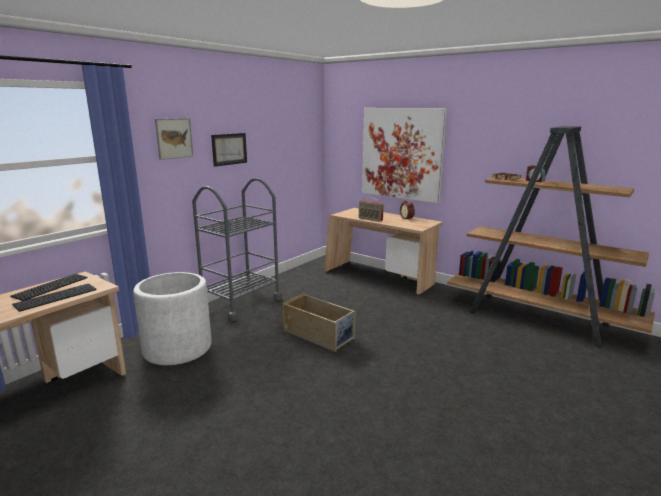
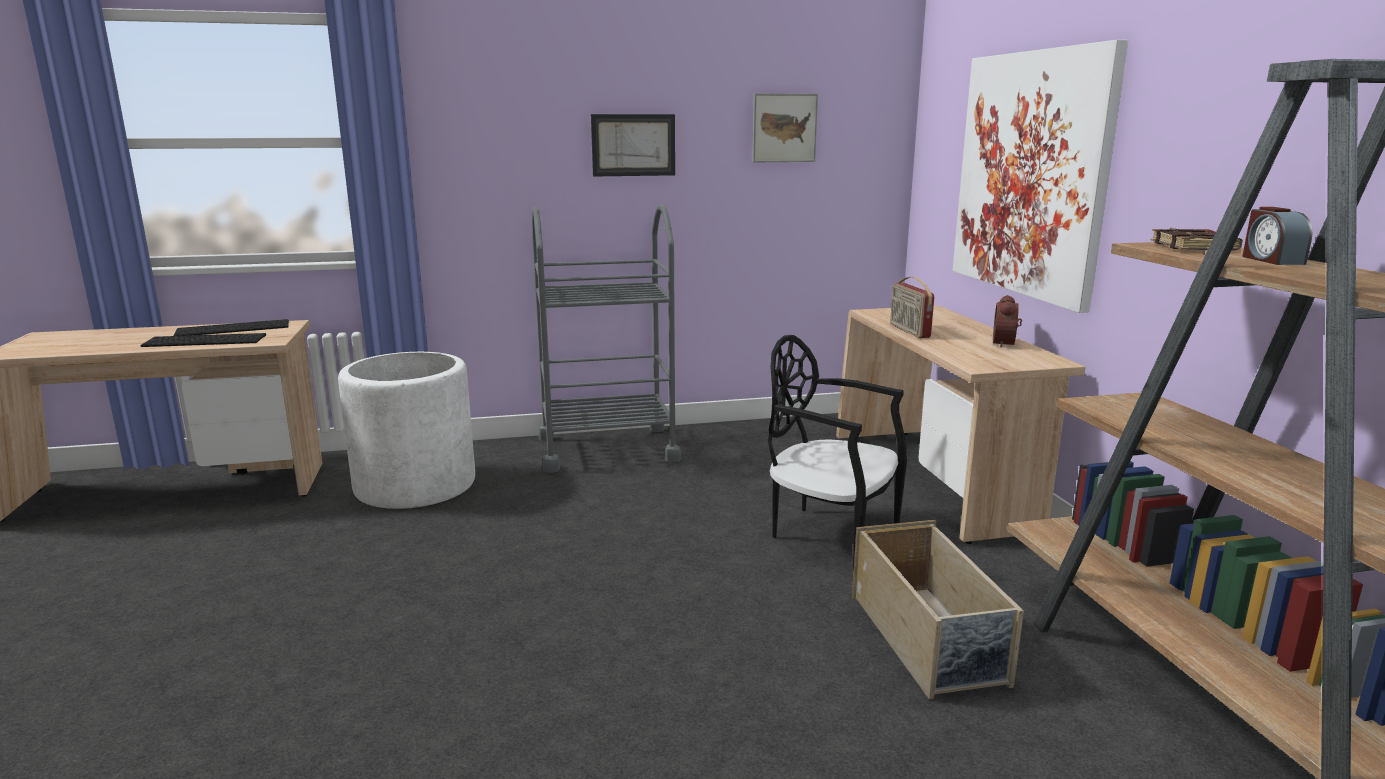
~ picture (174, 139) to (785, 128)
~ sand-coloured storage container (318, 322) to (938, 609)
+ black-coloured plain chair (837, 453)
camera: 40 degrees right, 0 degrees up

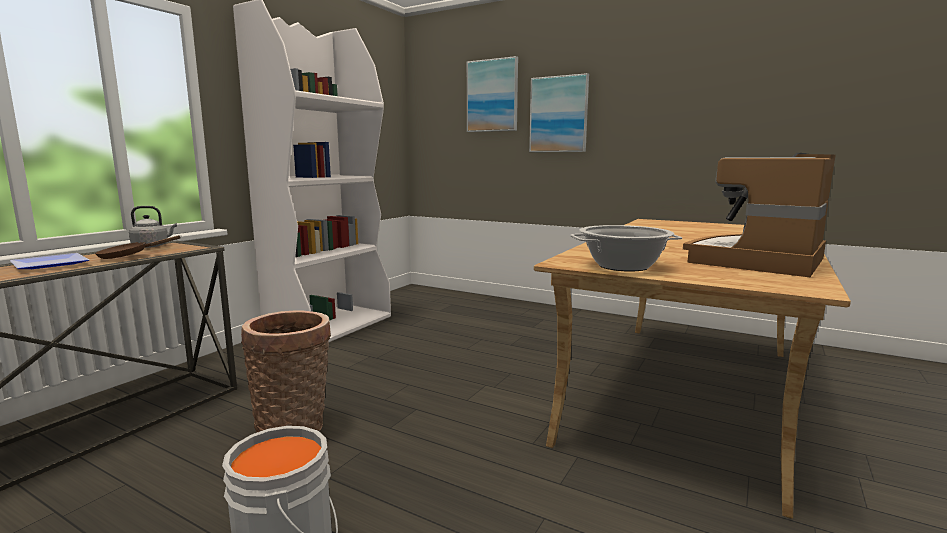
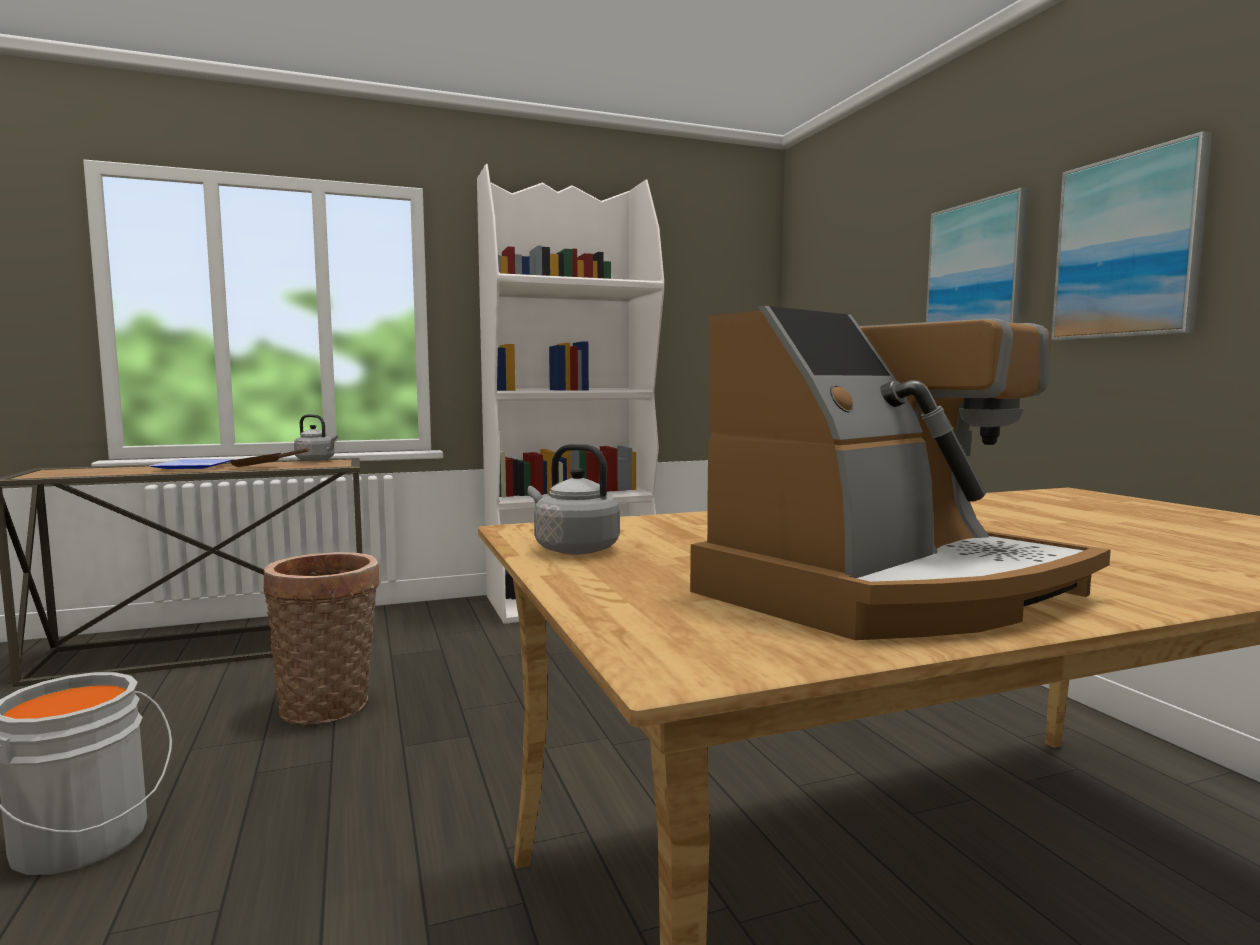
~ picture (492, 94) to (1131, 235)
~ coffee brewer (759, 215) = (900, 473) 150 degrees clockwise
~ stockpot (626, 248) to grey tea kettle (573, 499)
camera: 40 degrees right, 5 degrees down

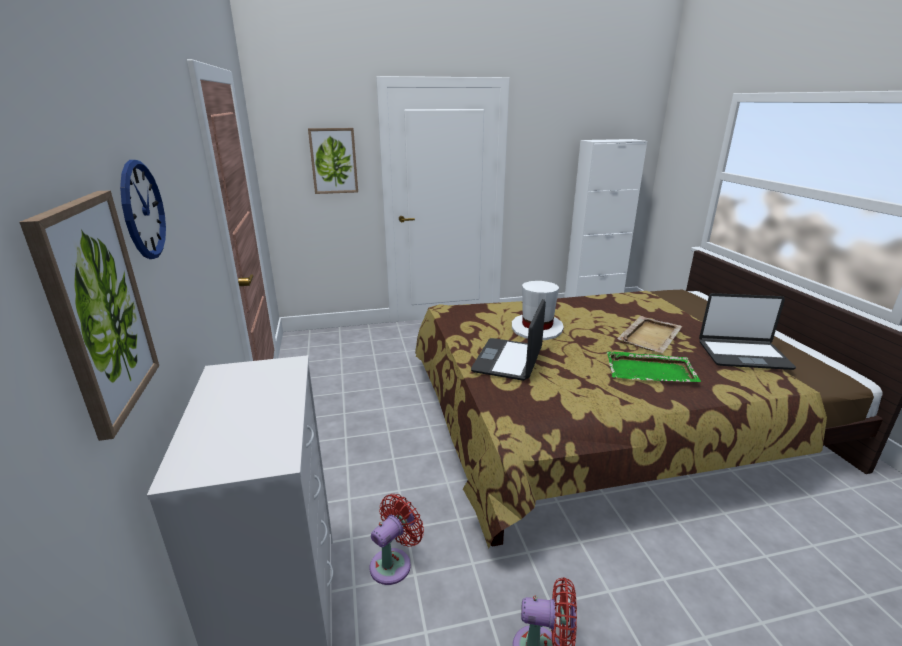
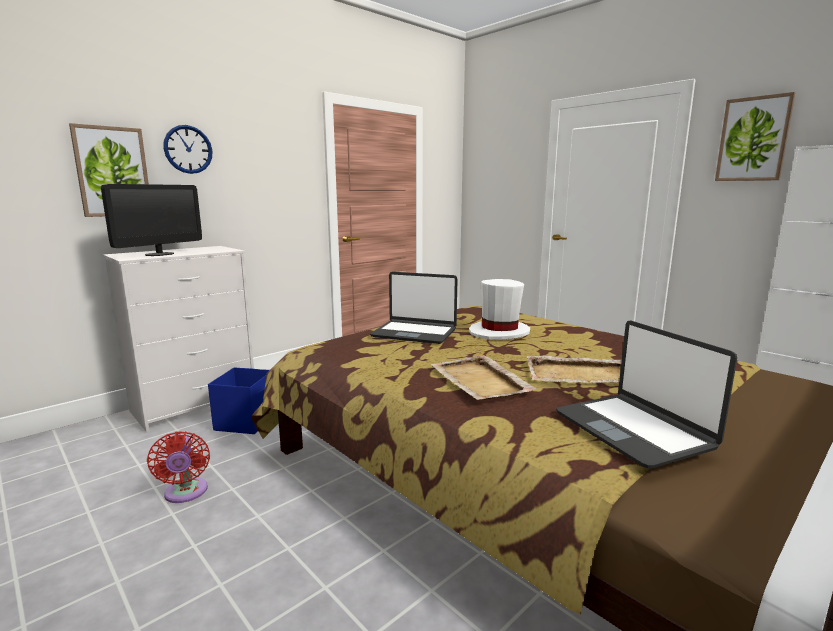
~ picture (333, 161) to (755, 136)
~ laptop (508, 340) = (414, 308) 150 degrees counterclockwise
~ green carrying tray (654, 367) to sand-coloured carrying tray (484, 377)
~ reddish cooling fan (397, 539) to bluish storage container (238, 400)
+ computer display (151, 220)
camera: 60 degrees right, 10 degrees down

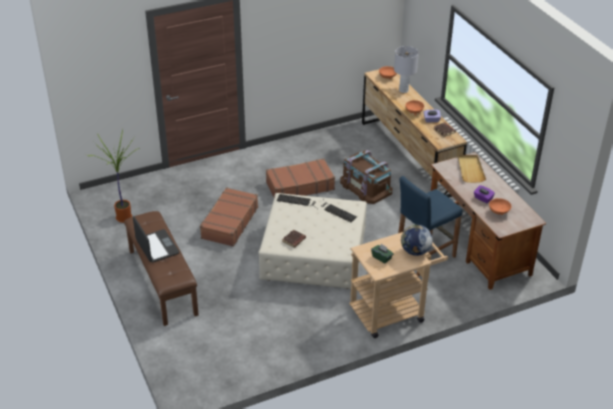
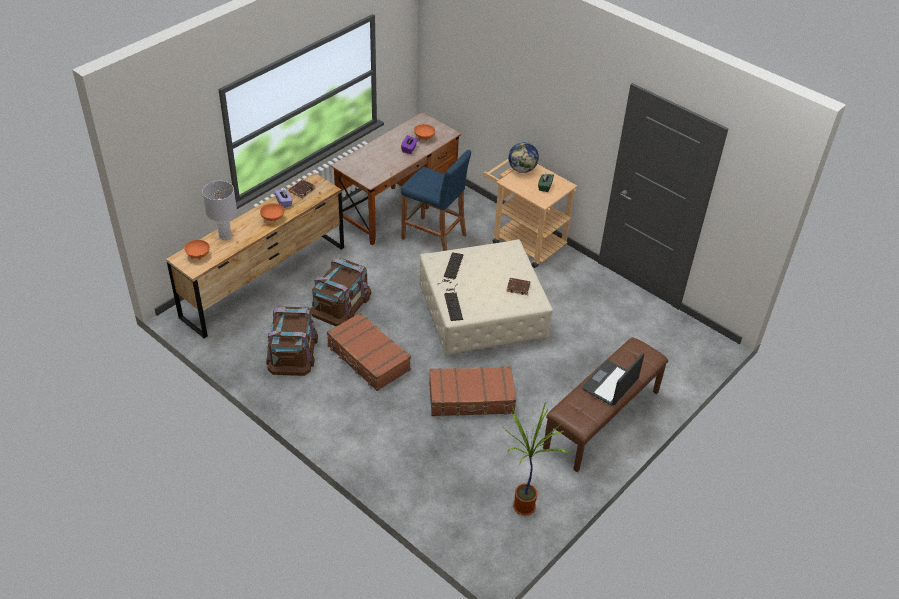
- sand-coloured carrying tray (472, 169)
+ brown storage container (292, 341)
camera: 115 degrees left, 5 degrees up

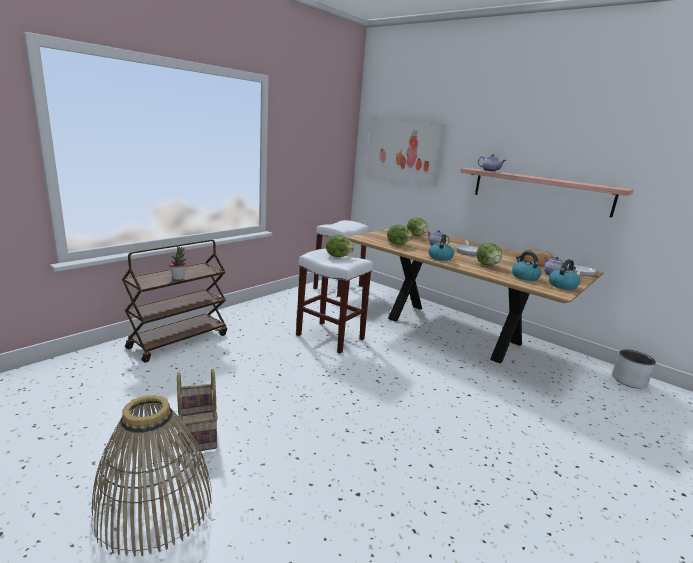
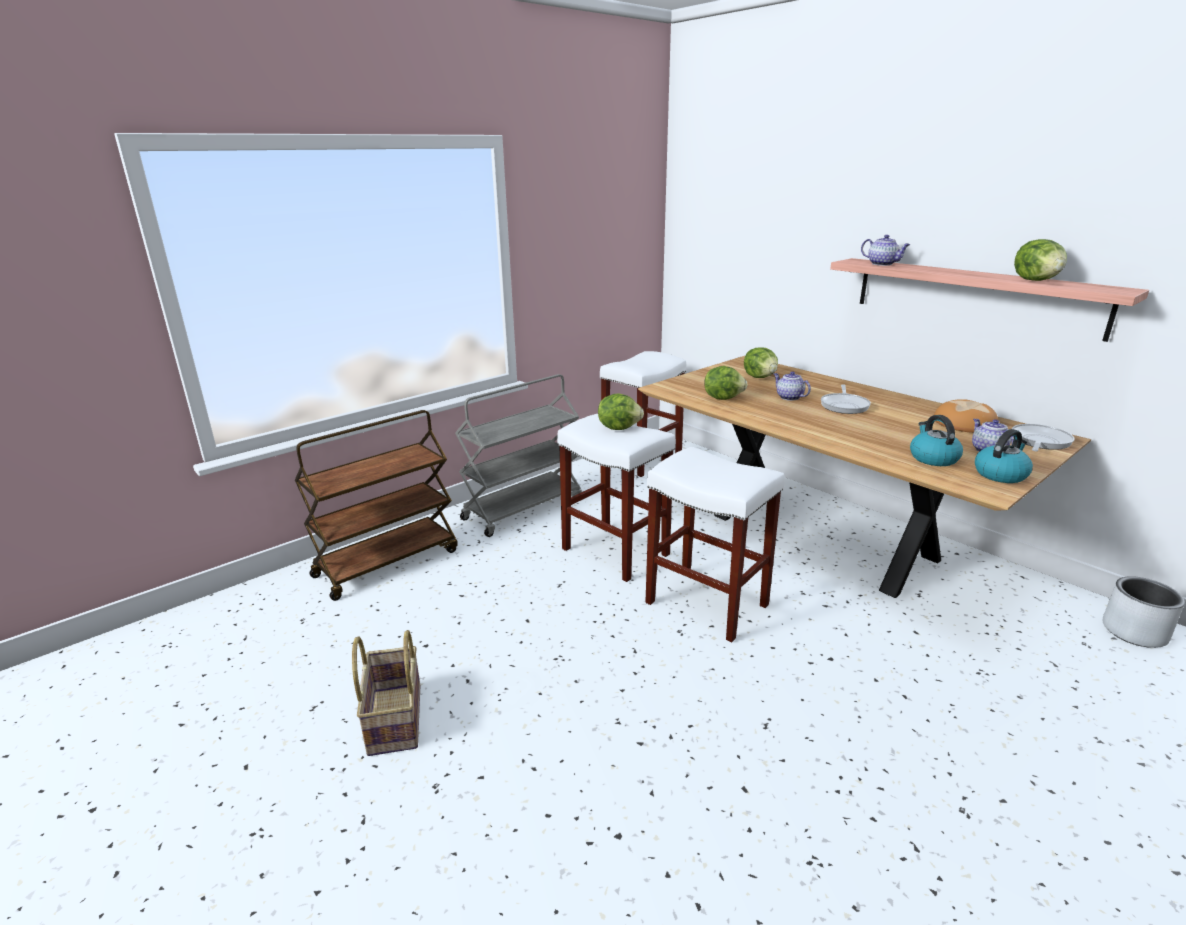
- picture (406, 153)
- tea kettle (441, 247)
~ lettuce (489, 254) to (1040, 260)
- houseplant (178, 263)
- basket (151, 476)
+ grey cart (518, 455)
+ white-coloured stool seat (715, 544)
camera: 10 degrees right, 5 degrees up

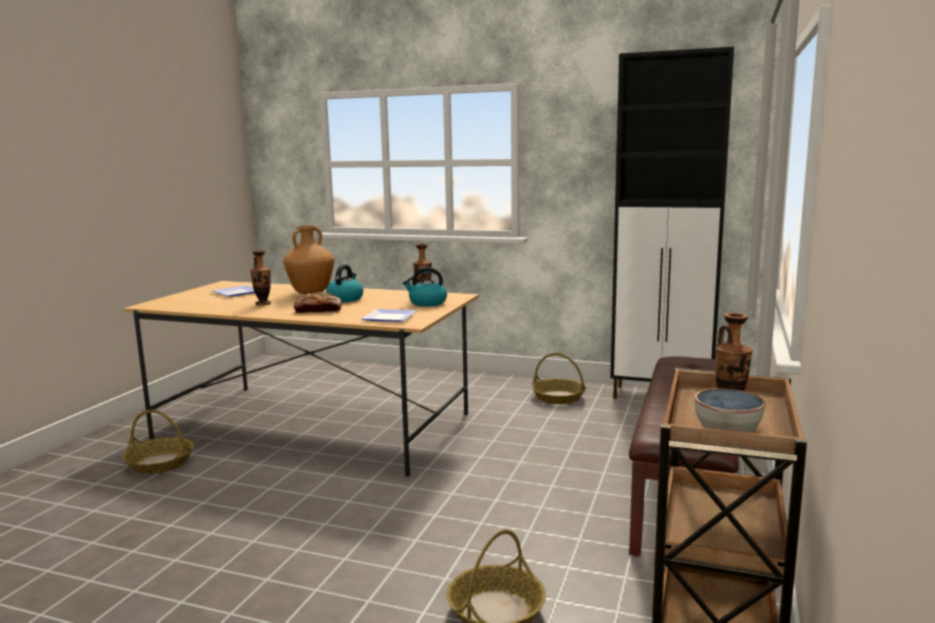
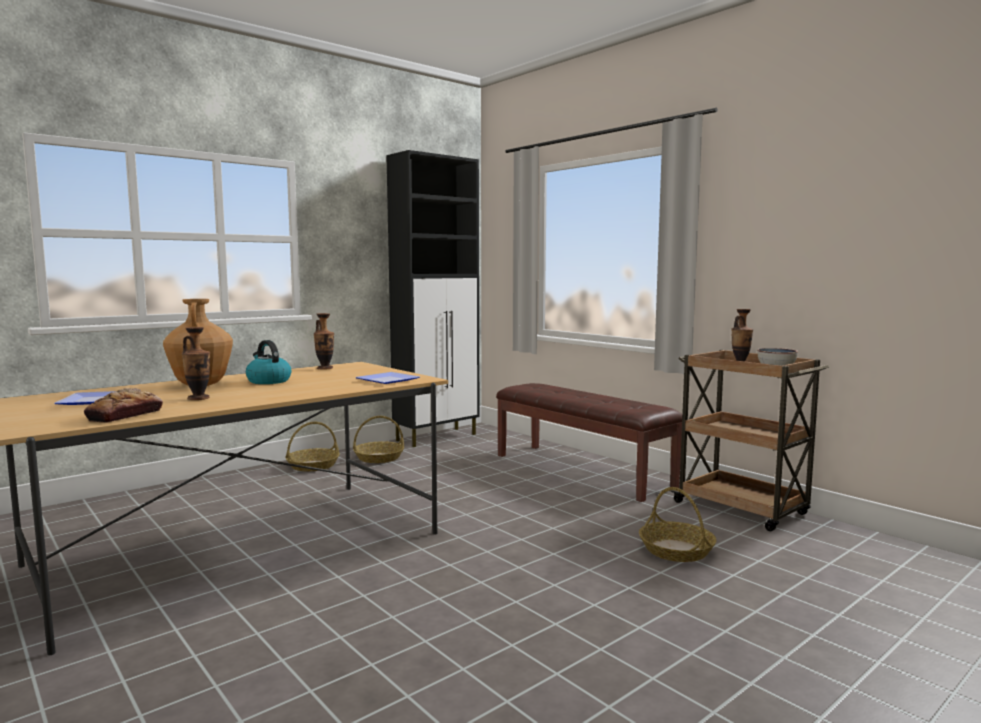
- tea kettle (425, 286)
~ bread (318, 302) to (123, 405)
~ basket (158, 442) to (312, 446)
camera: 60 degrees left, 5 degrees down

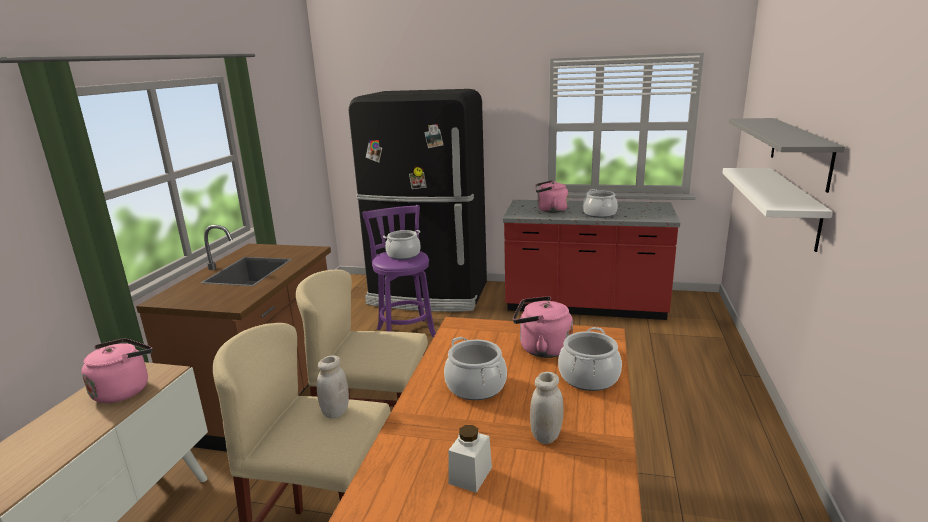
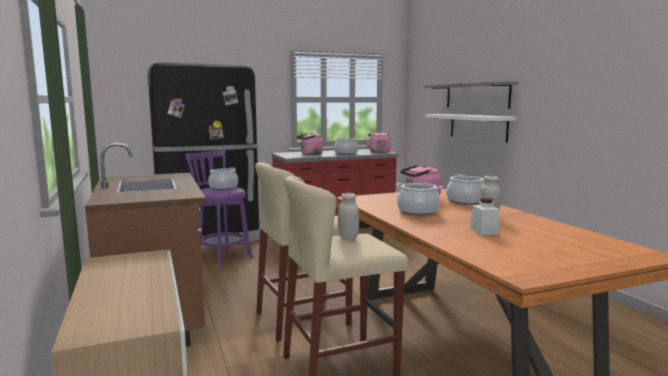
~ pinkish tea kettle (117, 371) to (378, 142)
camera: 35 degrees left, 10 degrees down

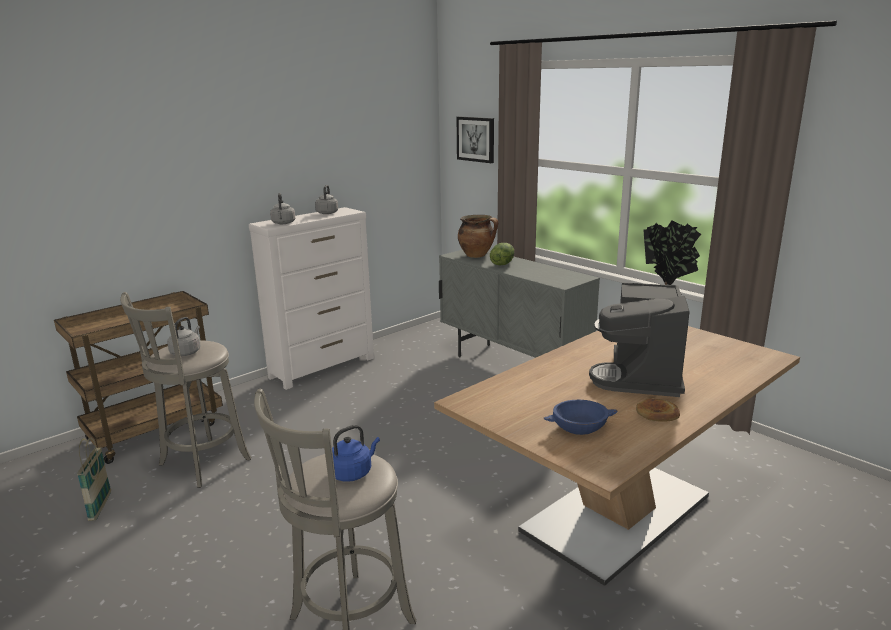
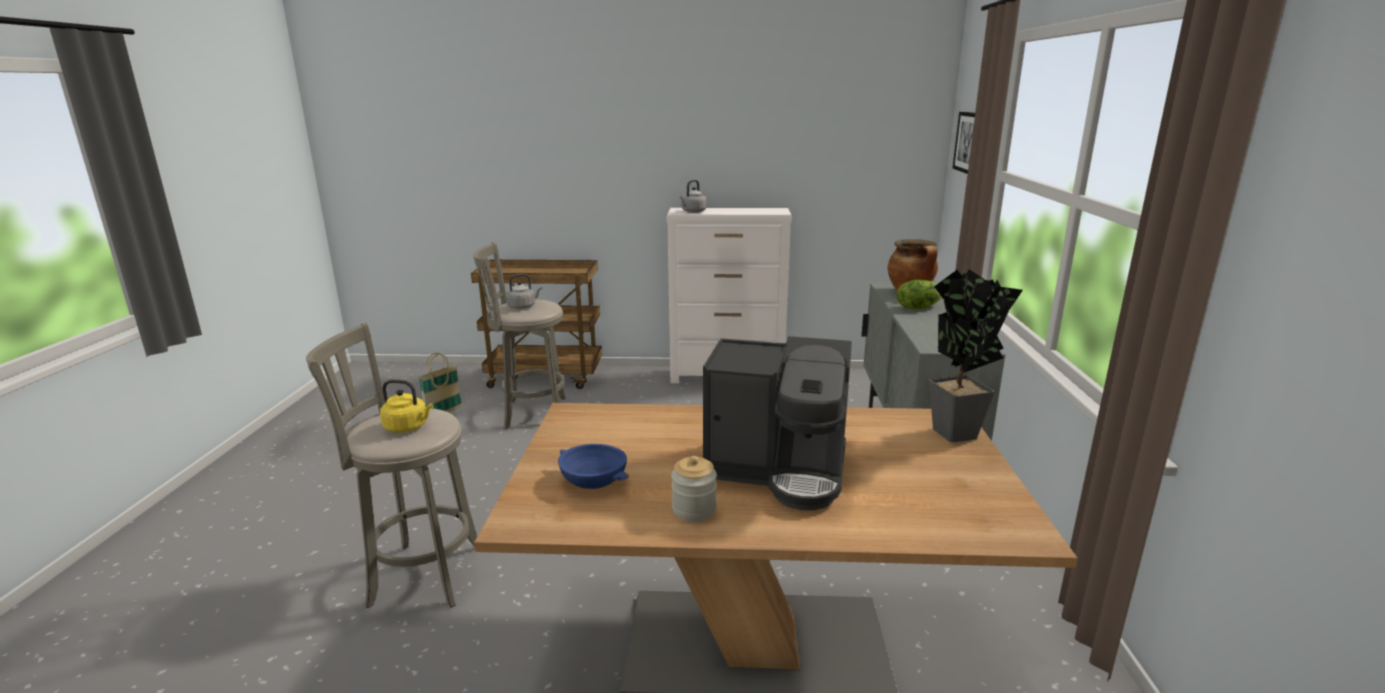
- grey tea kettle (326, 199)
~ coffee brewer (639, 340) = (777, 423) 135 degrees counterclockwise
~ bread (658, 410) to jar (694, 489)
~ bluish tea kettle (356, 453) to yellow tea kettle (406, 406)
camera: 45 degrees right, 0 degrees up

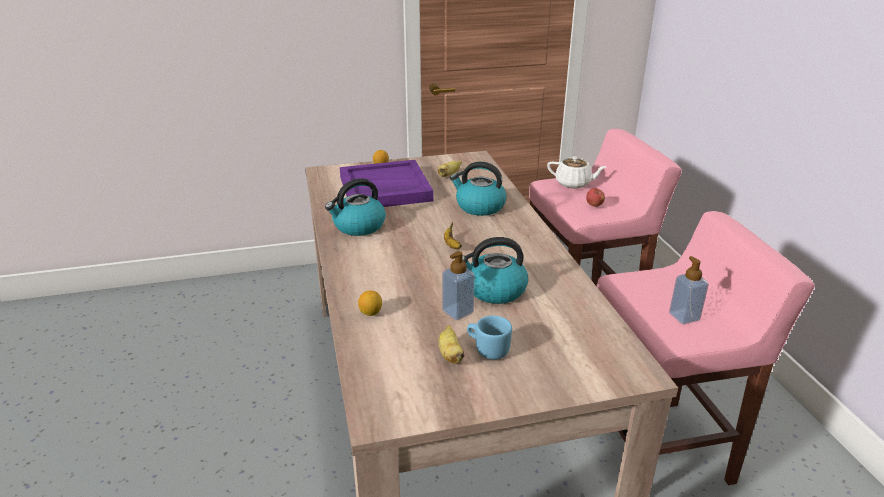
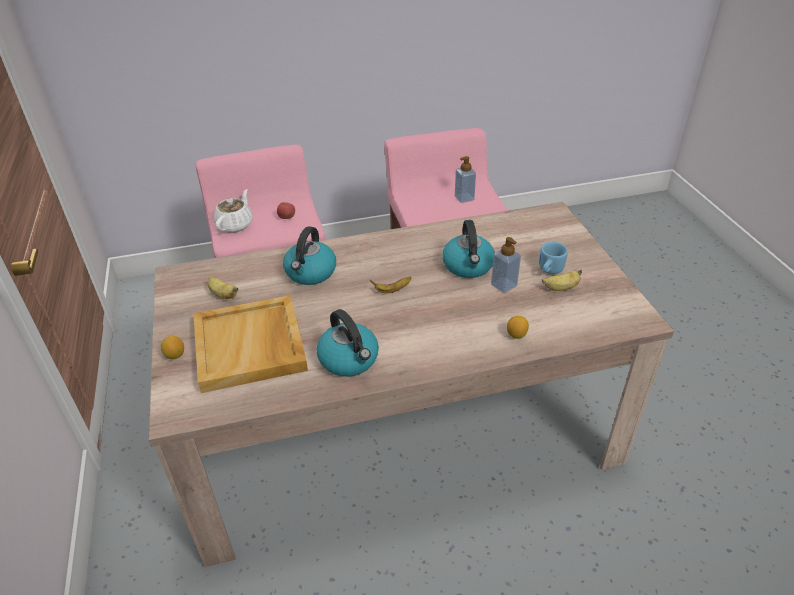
~ purple carrying tray (387, 183) to sand-coloured carrying tray (250, 344)
camera: 90 degrees left, 10 degrees up

